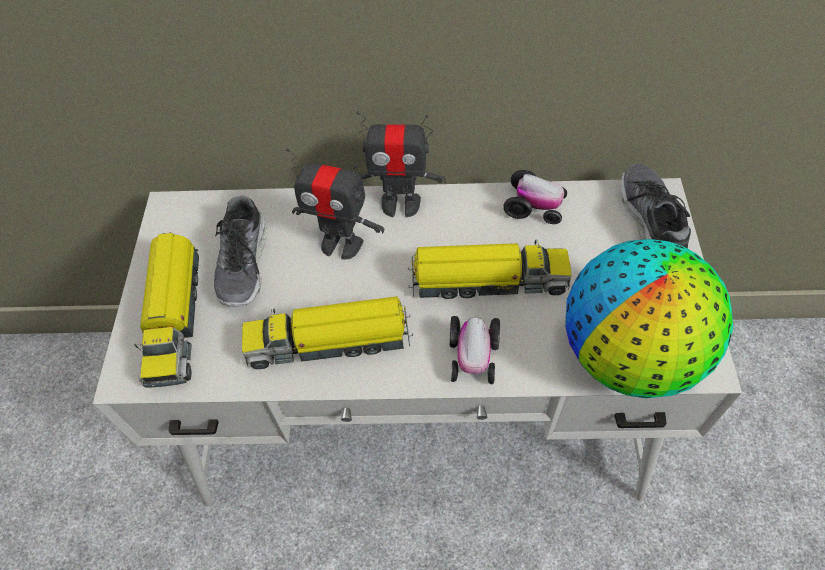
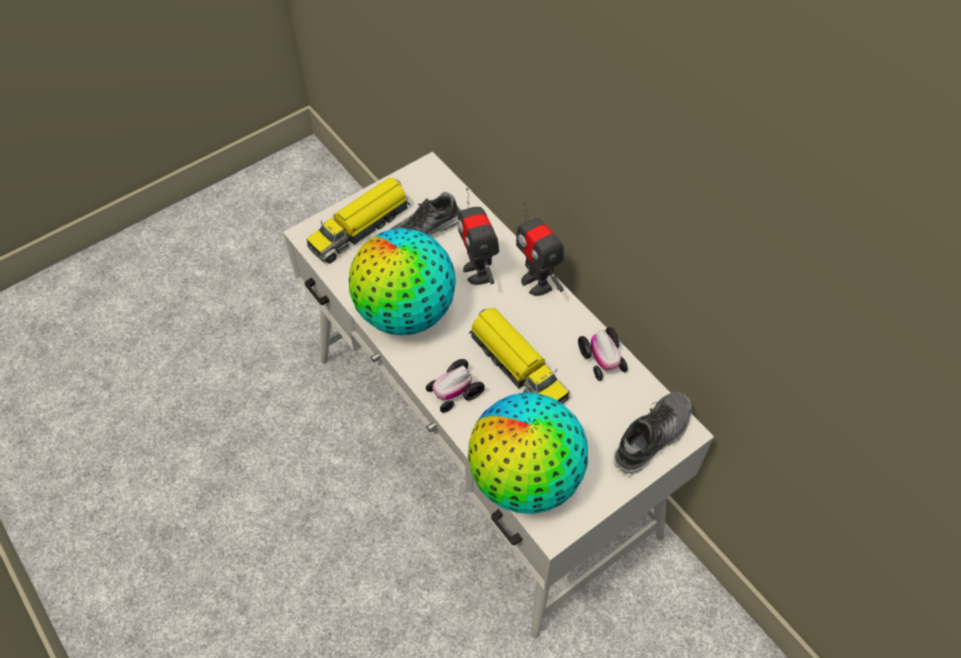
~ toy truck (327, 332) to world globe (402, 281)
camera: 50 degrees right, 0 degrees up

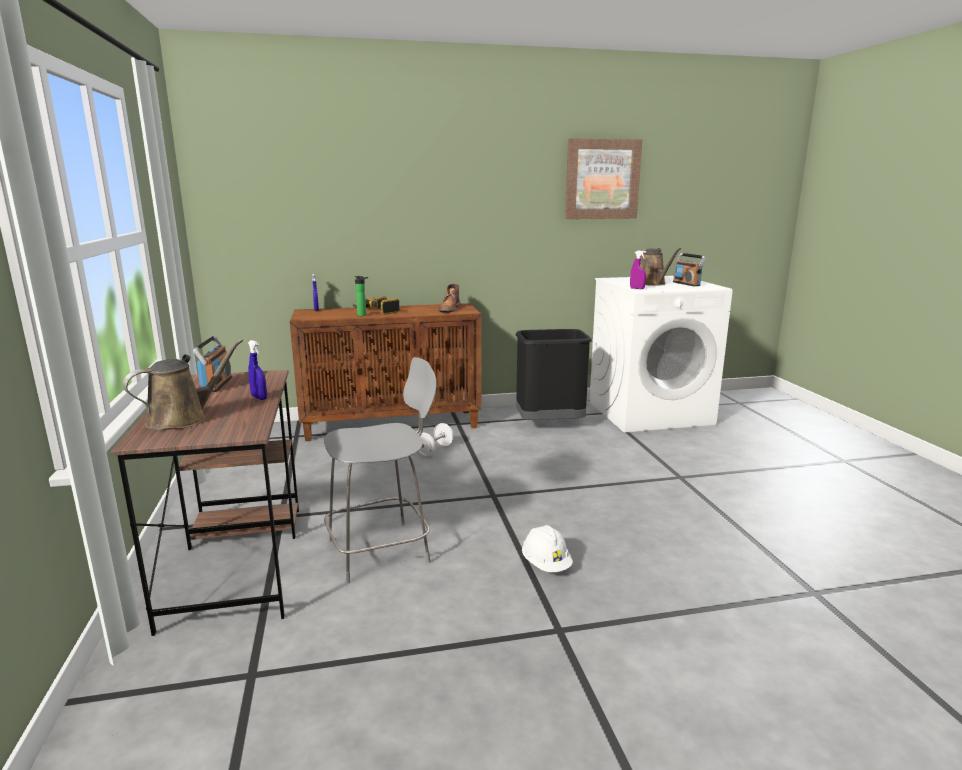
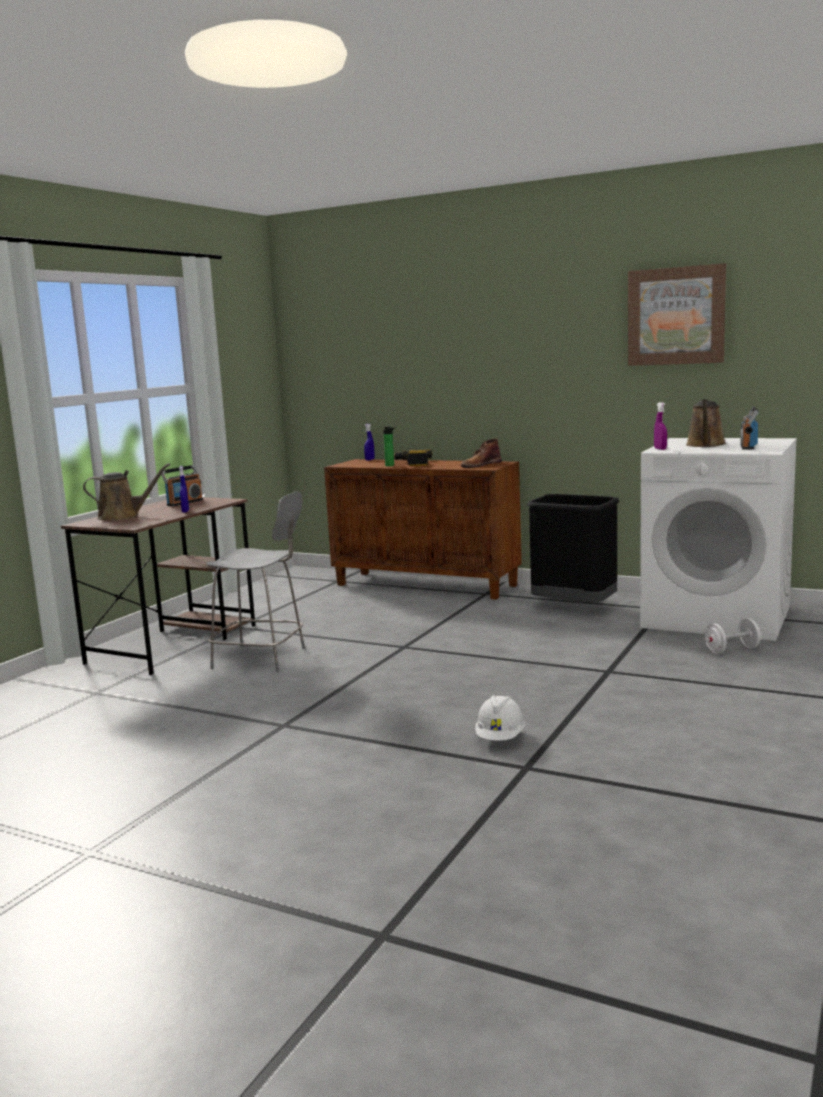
~ white-coloured free weight (436, 439) to (732, 636)
~ white-coloured safety helmet (547, 548) to (500, 718)
camera: 40 degrees right, 5 degrees down

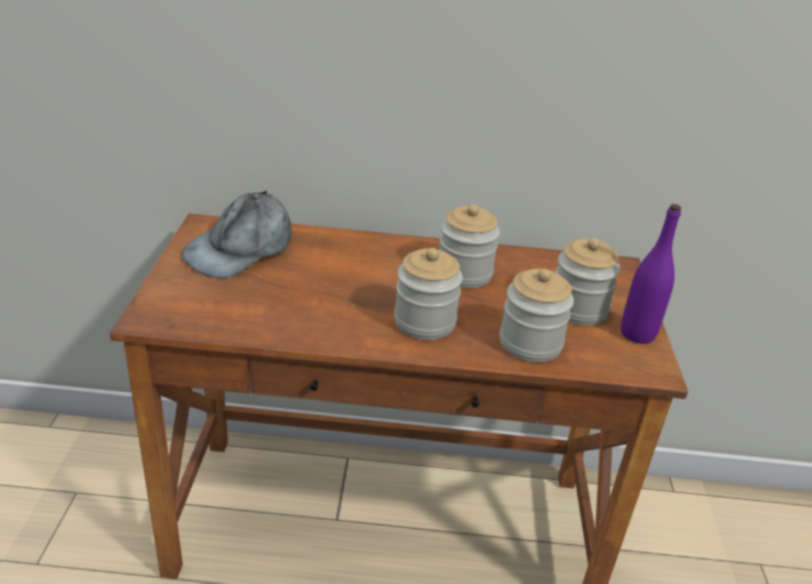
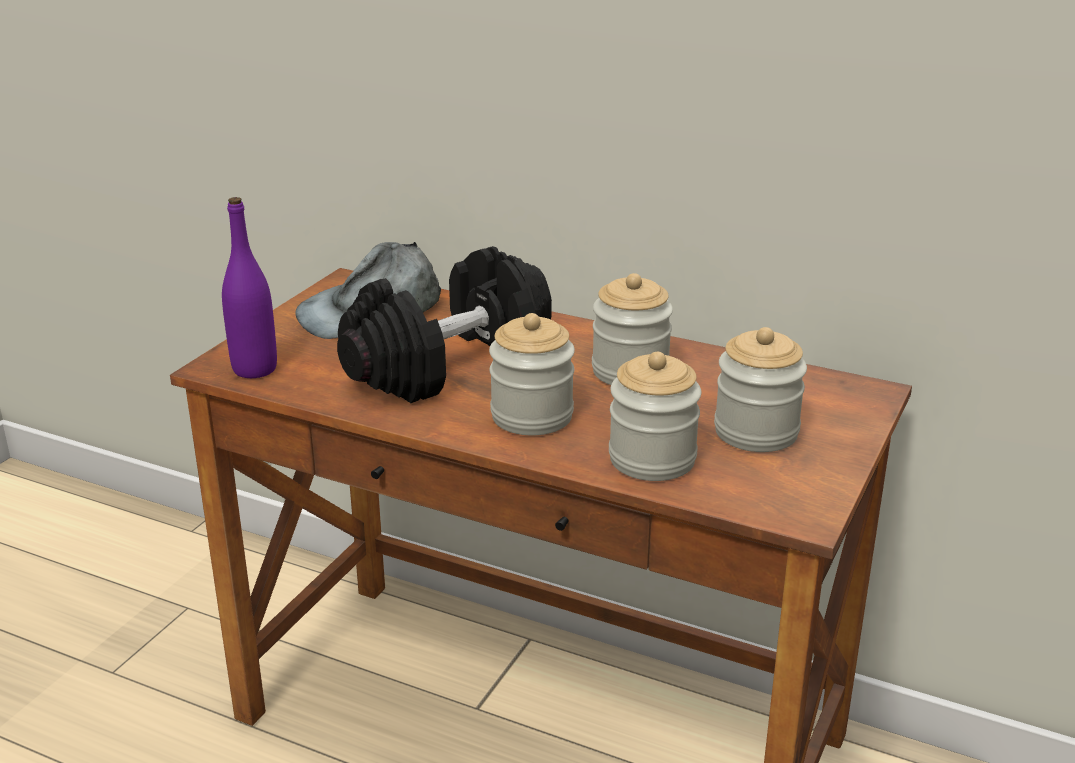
~ purple beverage bottle (651, 274) to (249, 287)
+ black-coloured free weight (444, 324)
camera: 25 degrees right, 5 degrees down

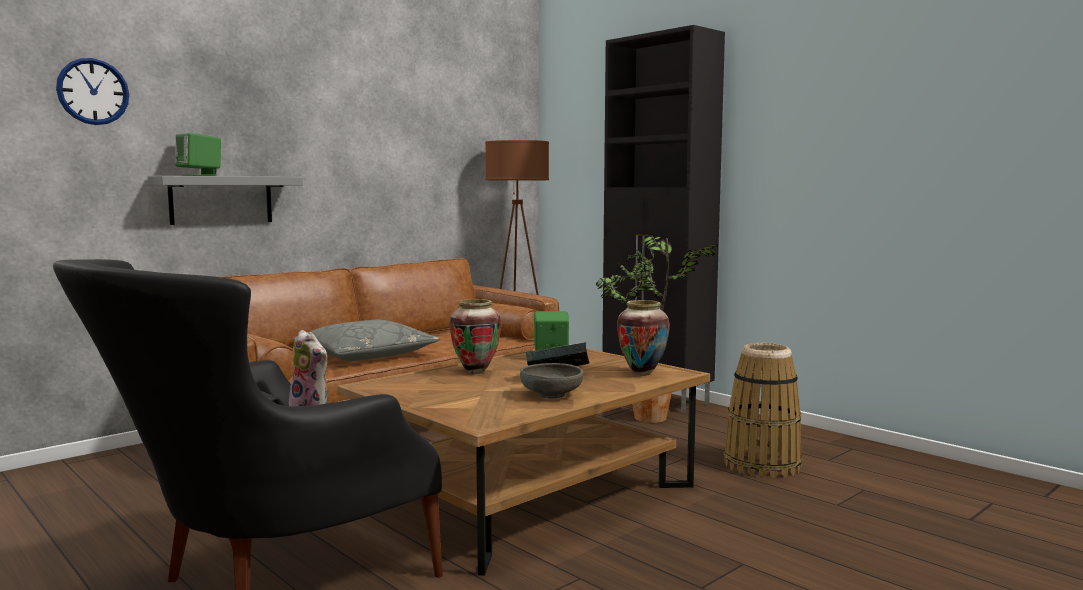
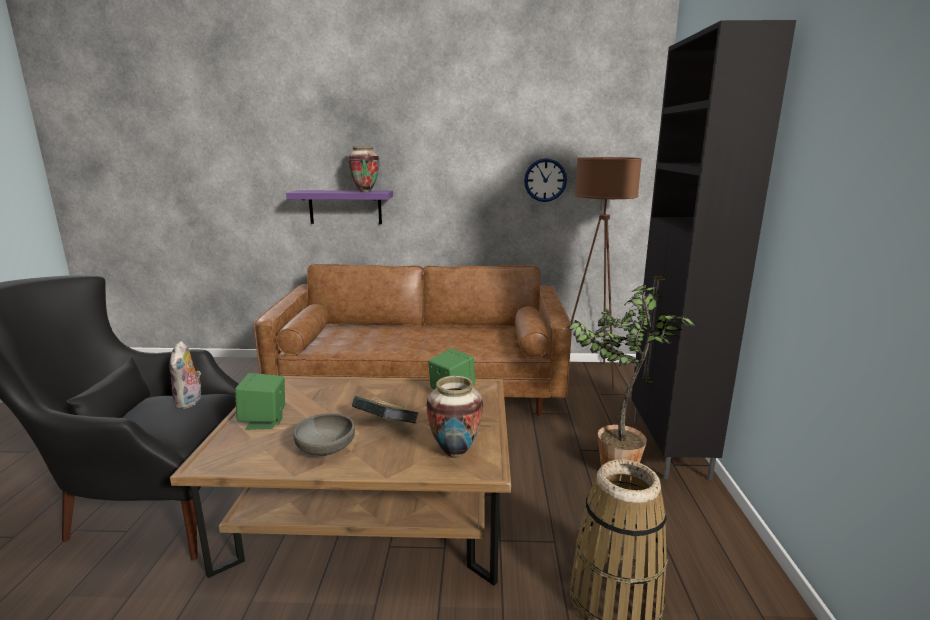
~ wall clock (92, 91) to (545, 180)
~ green audio speaker (198, 154) to (260, 401)
~ grey bracket shelf (225, 200) to purple bracket shelf (339, 207)
~ decorative vase (475, 336) to (363, 169)
- grey cushion (366, 340)
camera: 45 degrees right, 10 degrees up

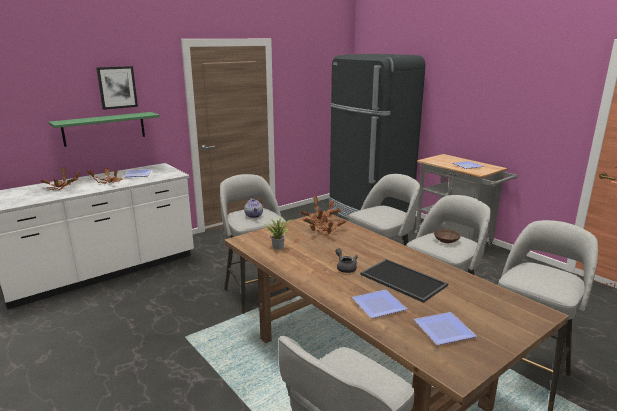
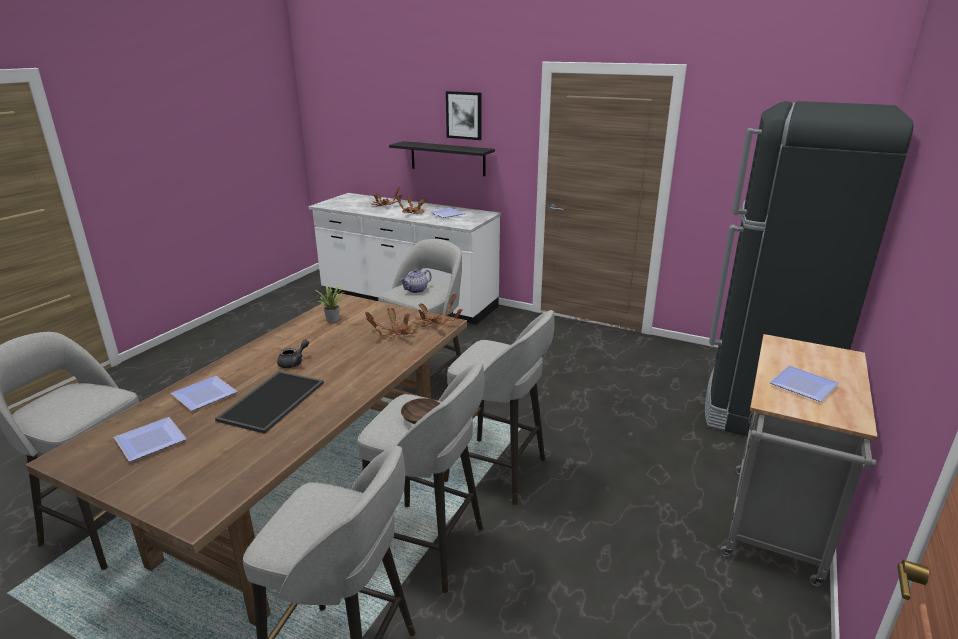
~ green bracket shelf (104, 129) to black-coloured bracket shelf (442, 158)
camera: 65 degrees right, 5 degrees up

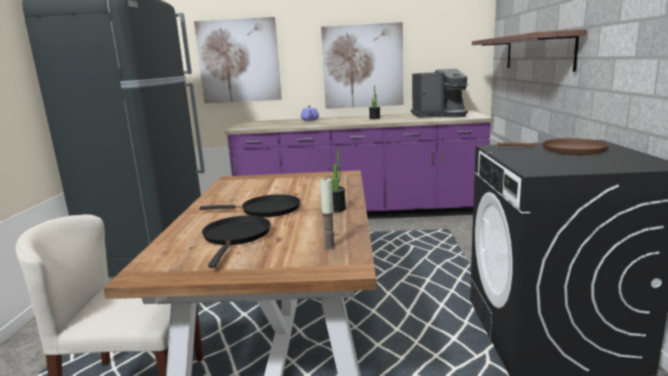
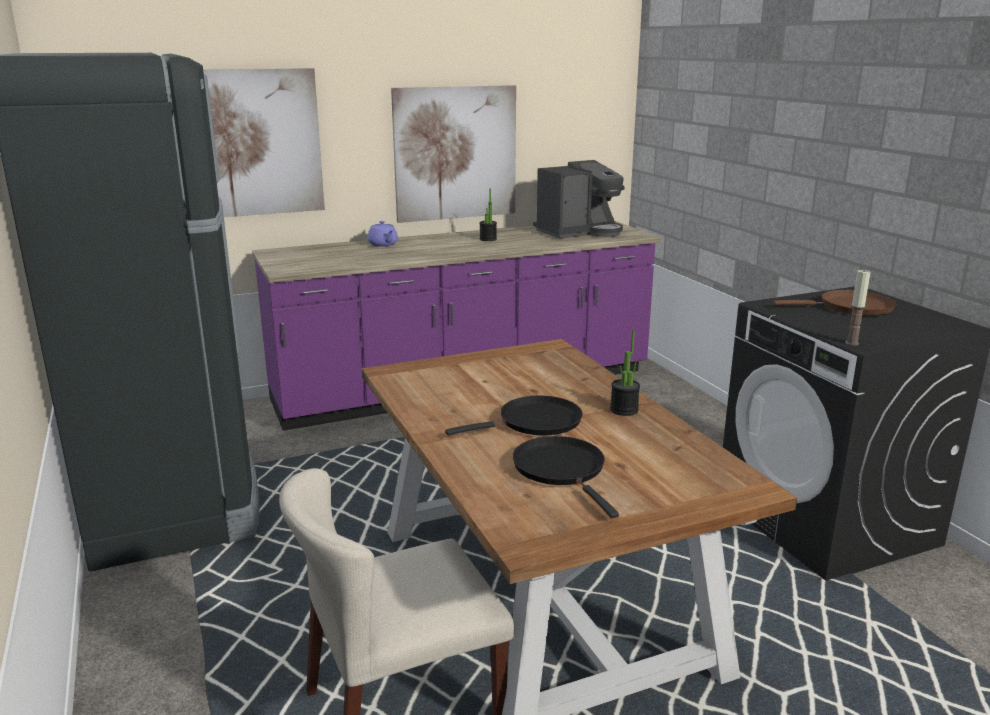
- bracket shelf (529, 50)
~ wax candle (328, 213) to (858, 307)
camera: 25 degrees left, 5 degrees up

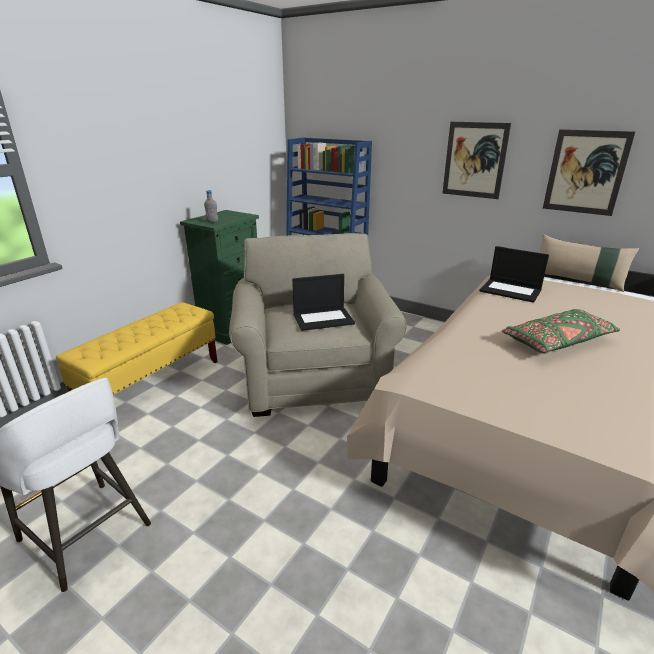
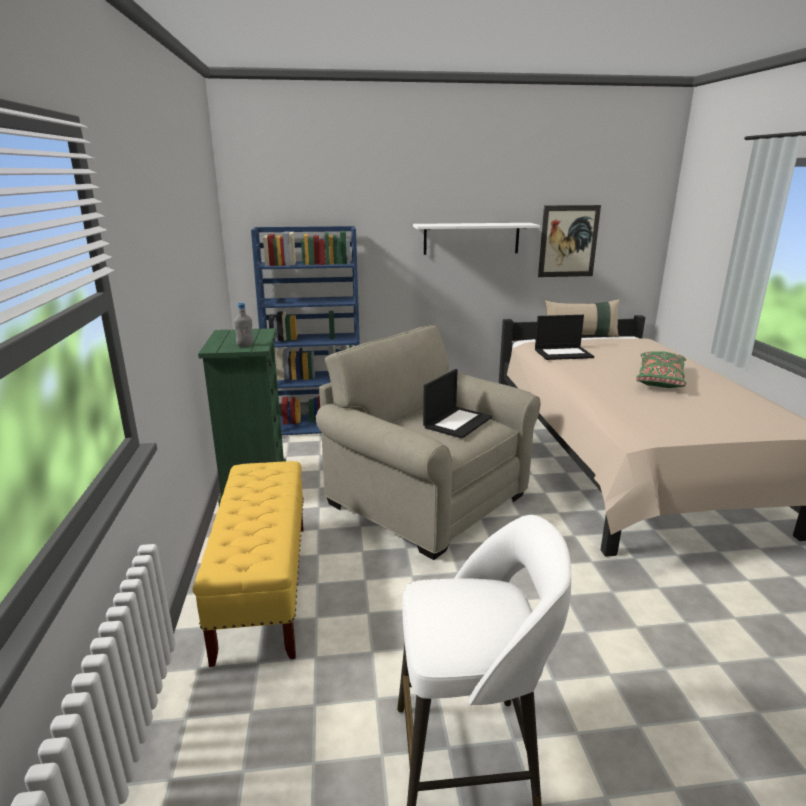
~ picture (477, 160) to white-coloured bracket shelf (476, 239)
camera: 40 degrees left, 5 degrees down

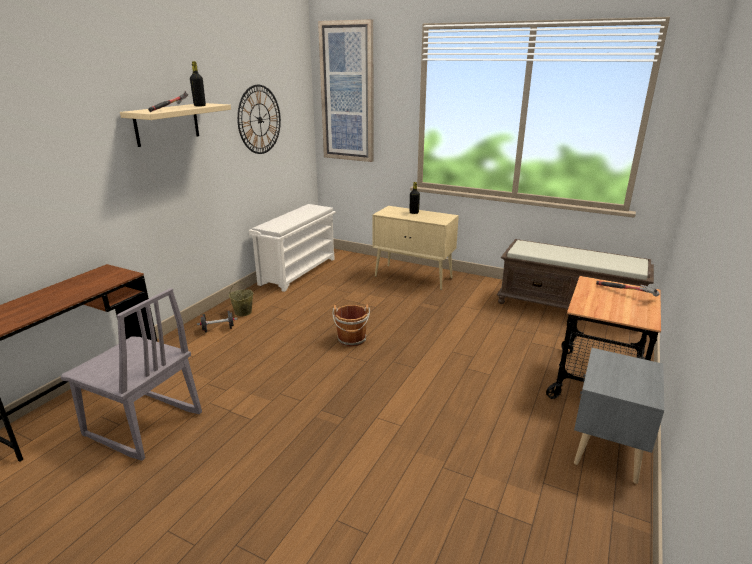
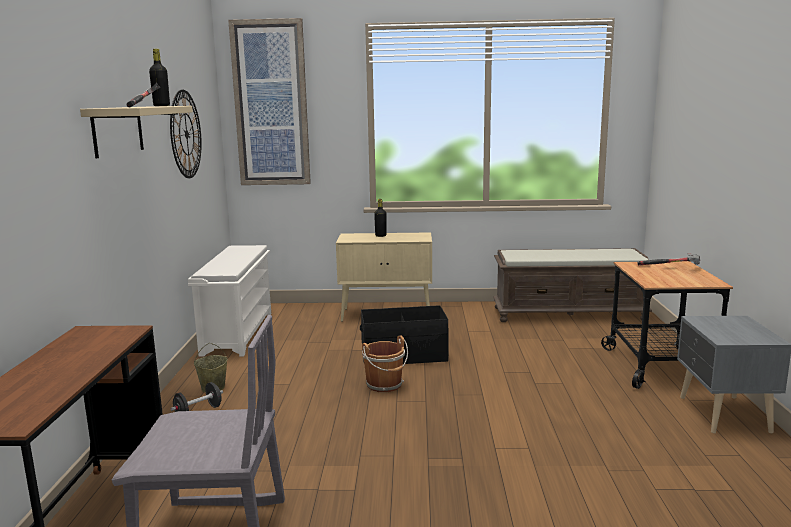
+ black-coloured storage container (404, 334)
camera: 25 degrees left, 10 degrees down

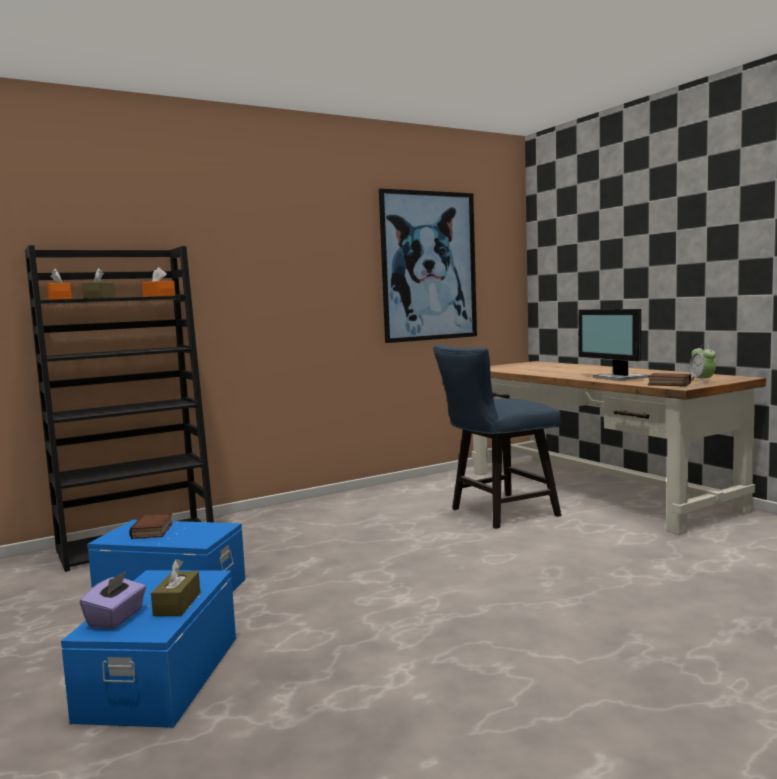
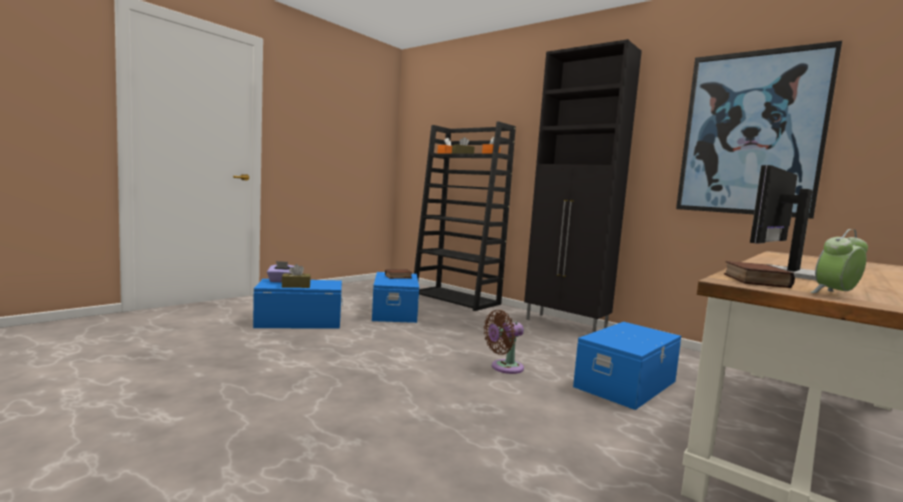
~ bluish plain chair (497, 436) to bluish storage container (627, 366)
+ black-coloured storage cabinet (583, 186)
+ brown cooling fan (504, 342)
camera: 70 degrees right, 0 degrees up

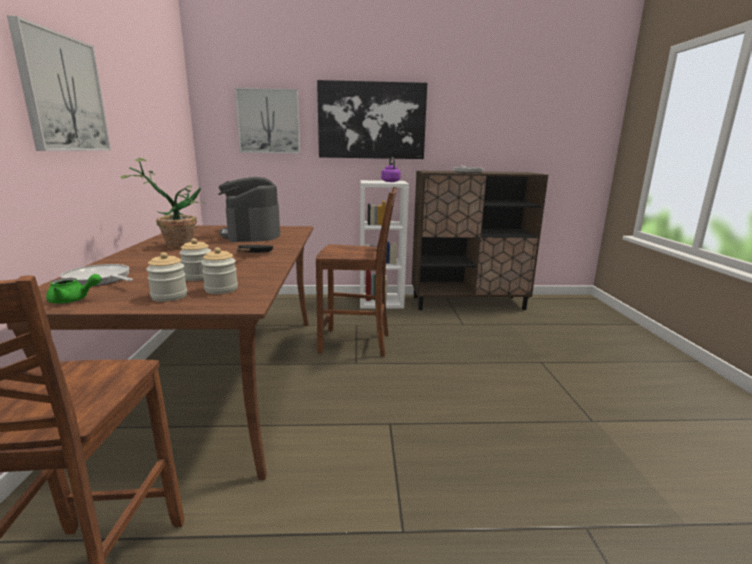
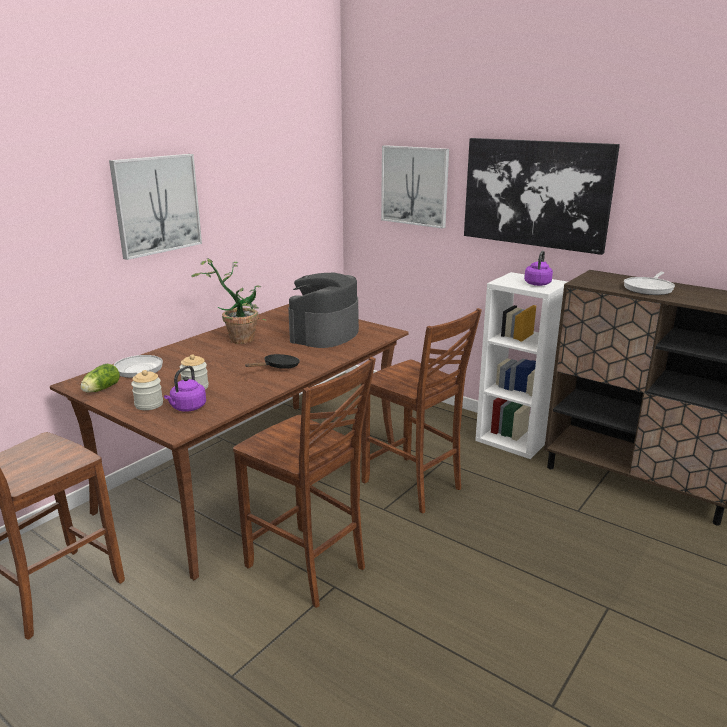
~ jar (219, 270) to purple tea kettle (185, 389)
~ green teapot (73, 289) to lettuce (100, 378)
+ brown plain chair (304, 482)
camera: 40 degrees right, 5 degrees up

